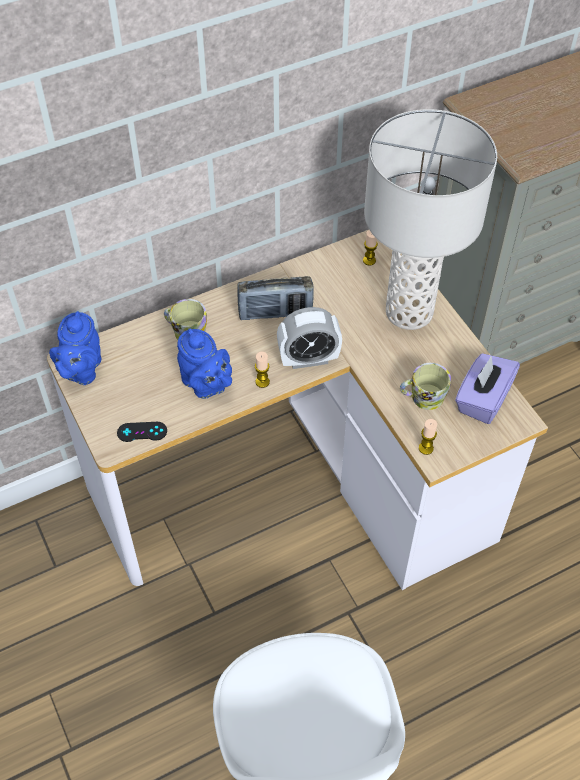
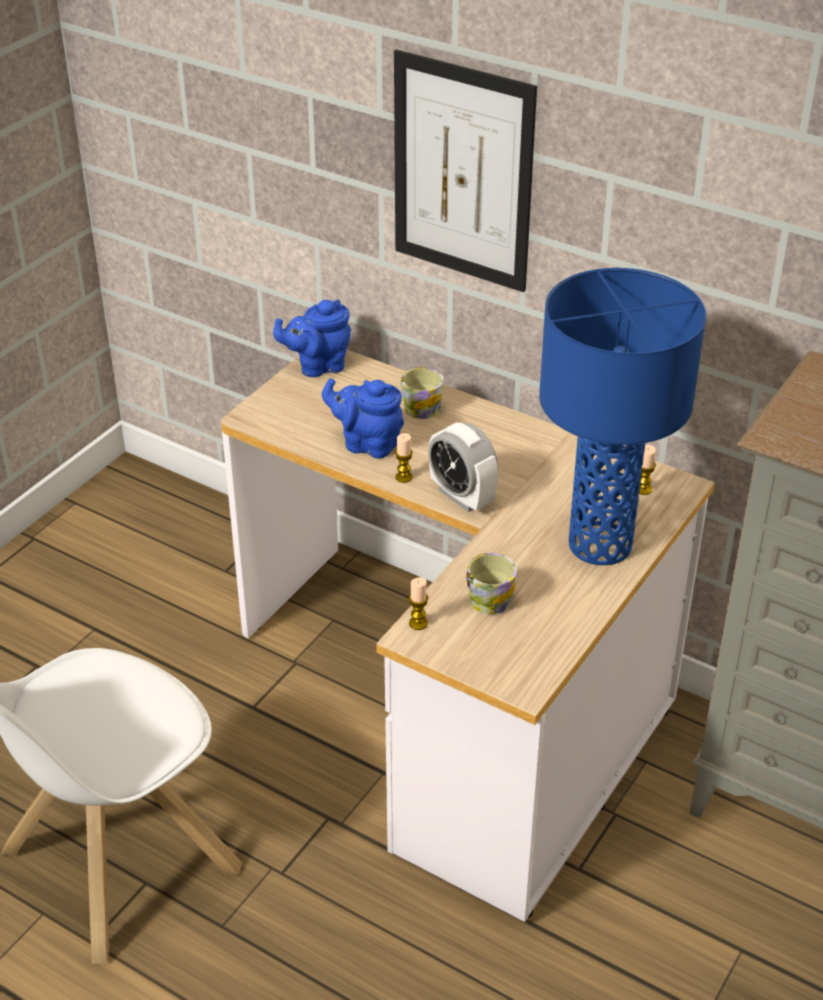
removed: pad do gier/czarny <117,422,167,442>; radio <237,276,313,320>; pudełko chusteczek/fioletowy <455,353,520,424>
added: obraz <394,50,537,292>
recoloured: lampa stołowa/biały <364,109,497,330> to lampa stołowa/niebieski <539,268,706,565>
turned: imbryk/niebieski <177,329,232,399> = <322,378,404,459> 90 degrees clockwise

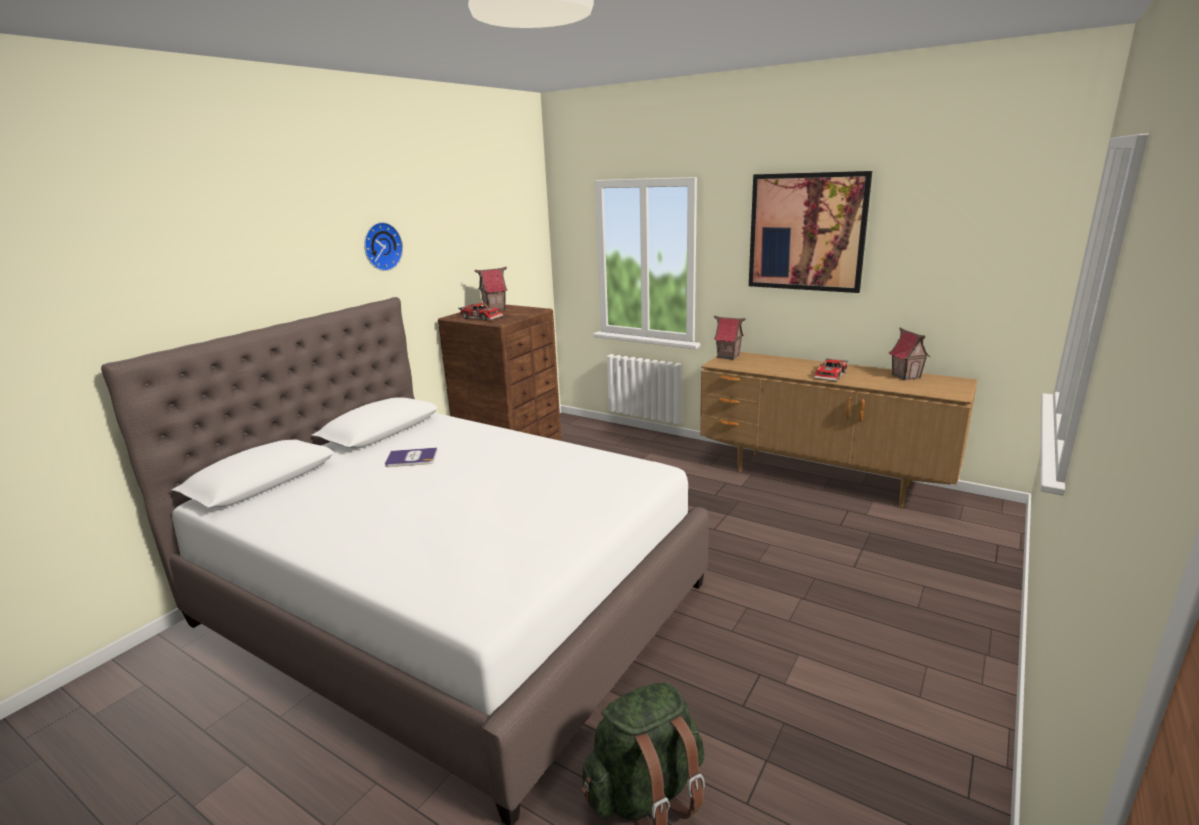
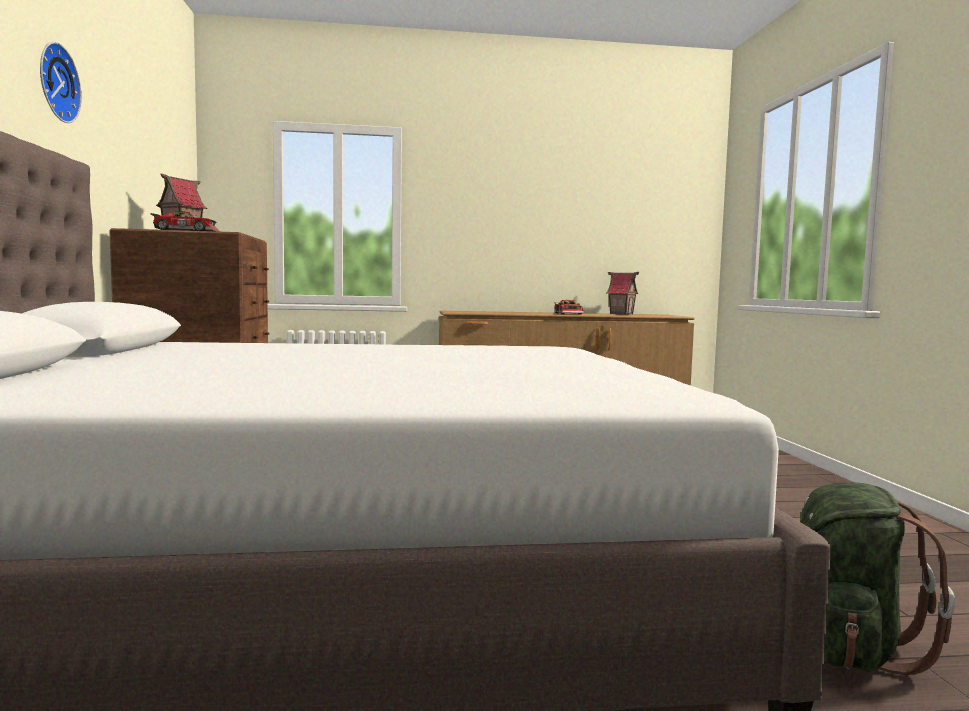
removed: książka <385,448,437,467>; domek <714,316,746,360>; obraz <749,171,872,293>

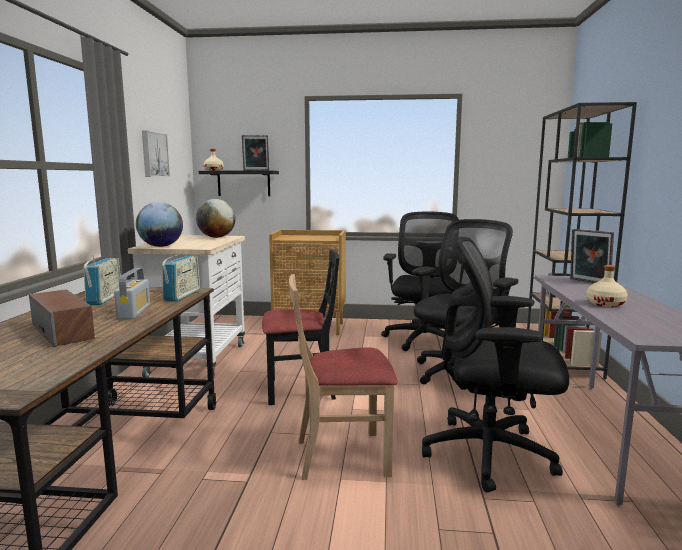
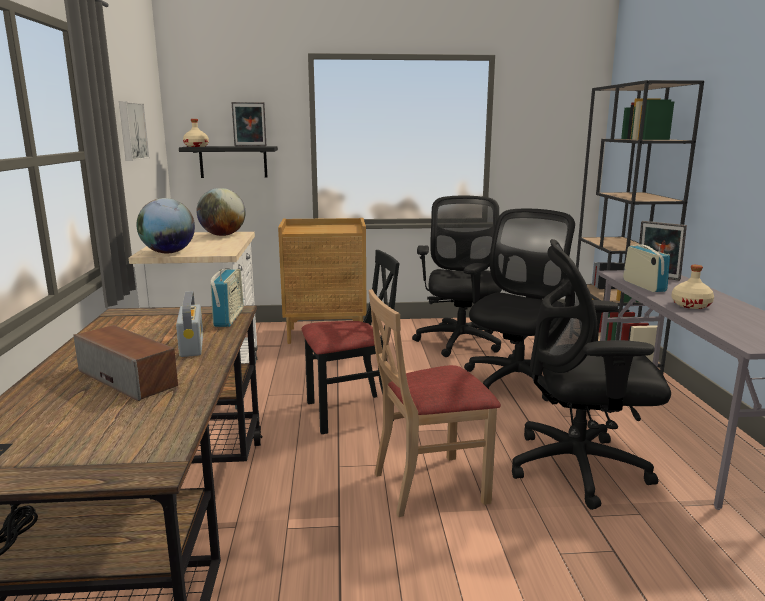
moved: radio <84,255,121,305> to <623,244,670,292>

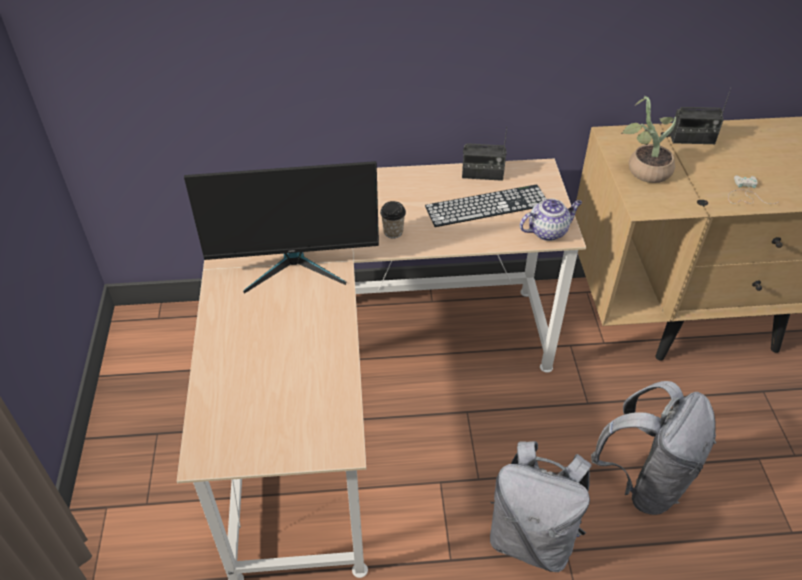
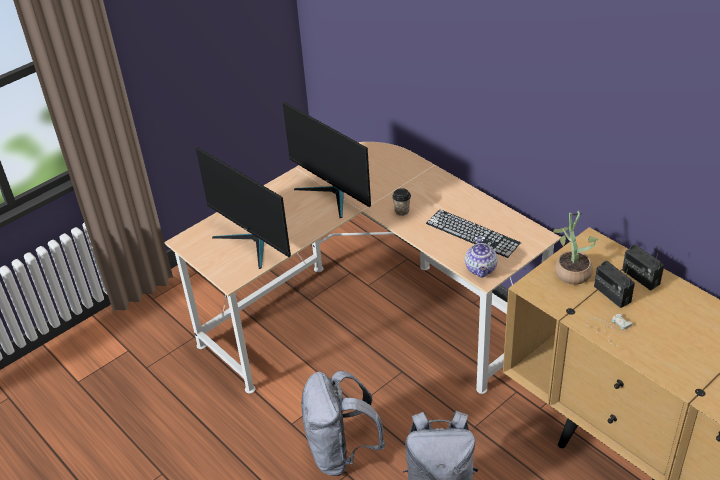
added: monitor <196,147,291,269>
moved: radio <462,127,507,181> to <594,261,635,308>
turned: imbryk <520,198,582,241> = <465,236,498,278> 60 degrees clockwise

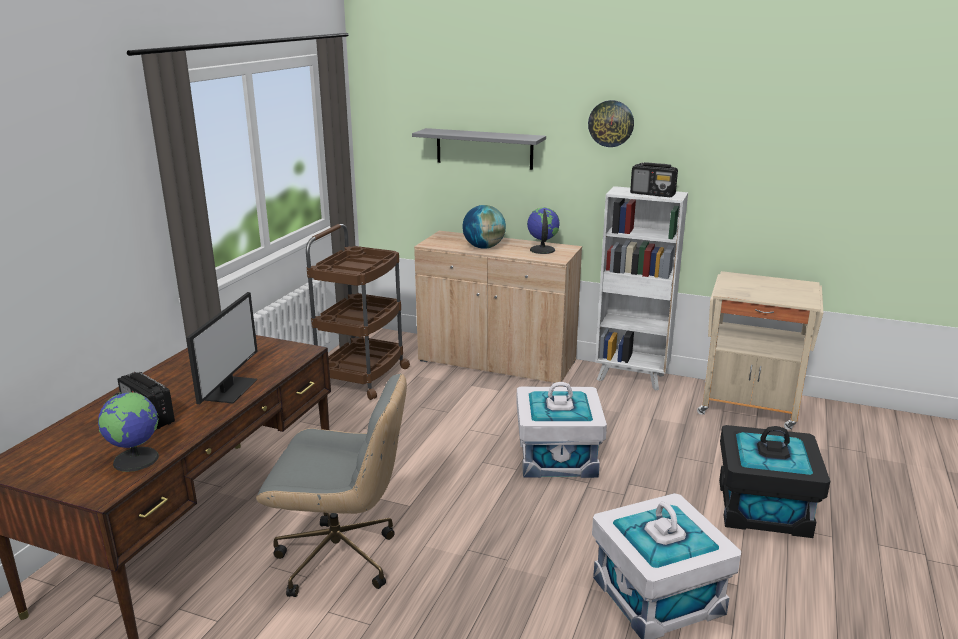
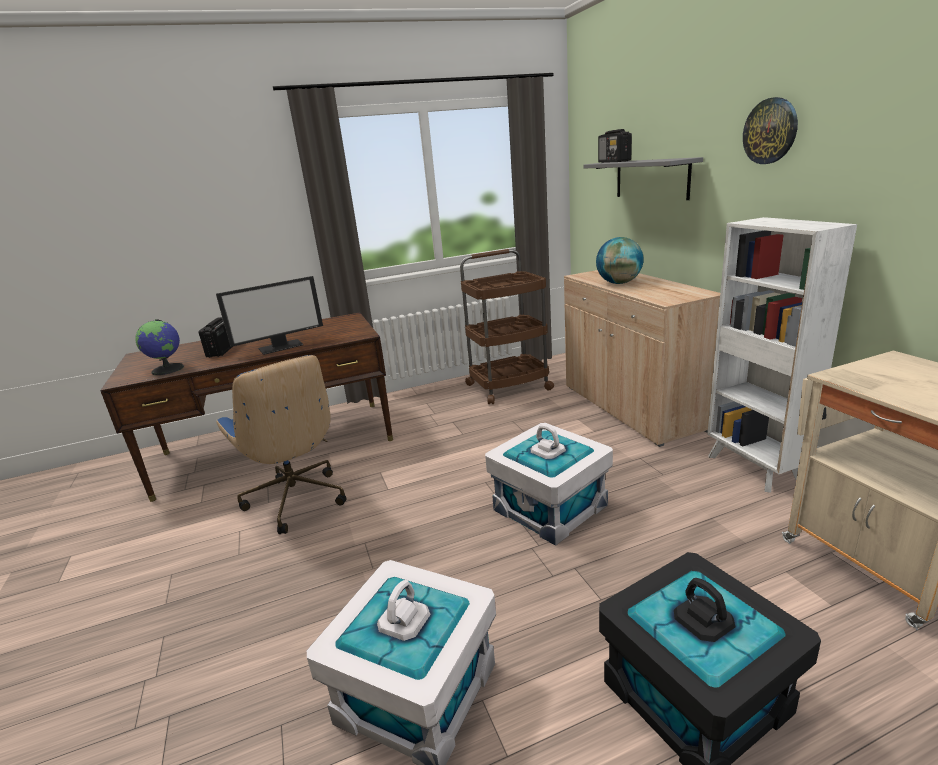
removed: globus <527,207,560,254>
moved: radio <630,162,678,197> to <598,129,632,163>
recoloured: krzesło biurowe/szary <256,373,407,597> to krzesło biurowe/niebieski <216,355,347,534>

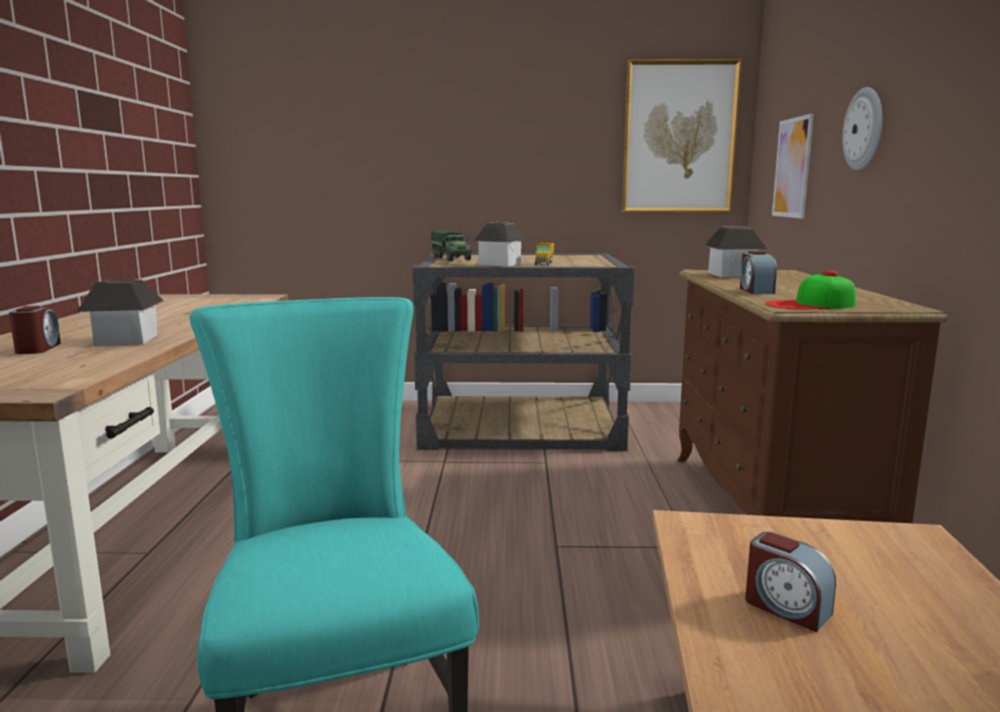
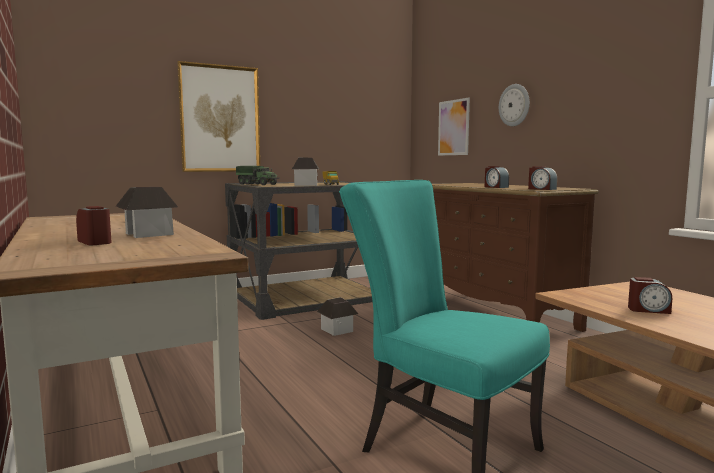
moved: obraz <622,59,742,212> to <177,61,260,172>; domek <704,226,767,278> to <317,297,358,336>
replaced: czapka z daszkiem <765,270,856,309> to budzik <528,166,557,190>

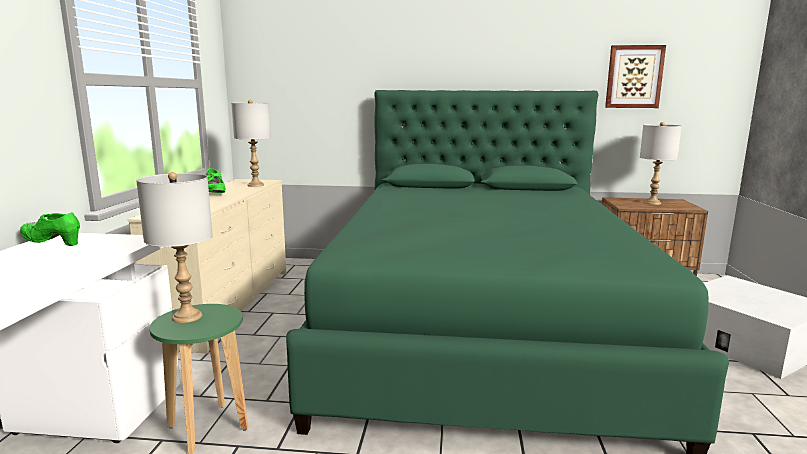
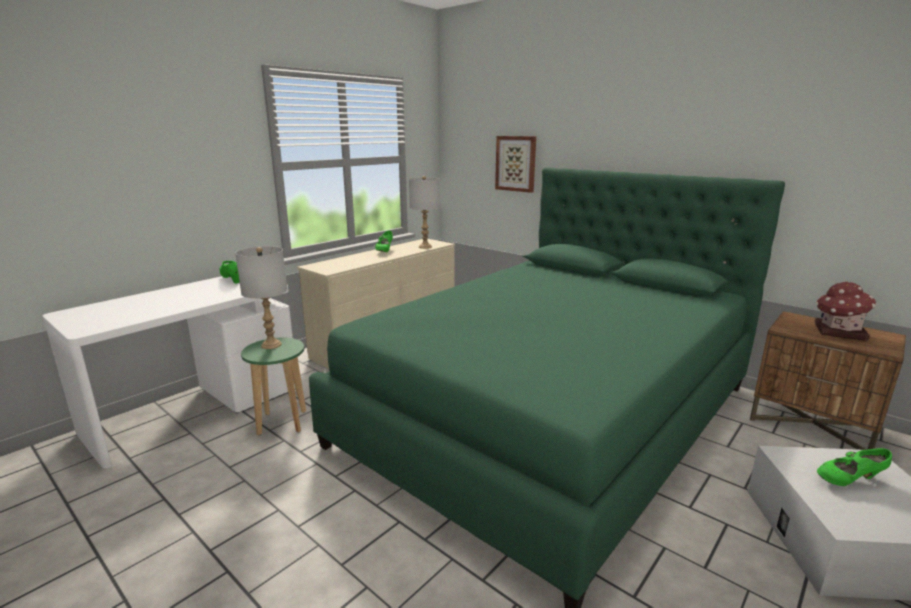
added: but/zielony <817,448,892,486>
moved: obraz <605,45,666,108> to <495,136,536,193>
replaced: lampa stołowa/szary <640,122,682,205> to domek <814,281,876,341>

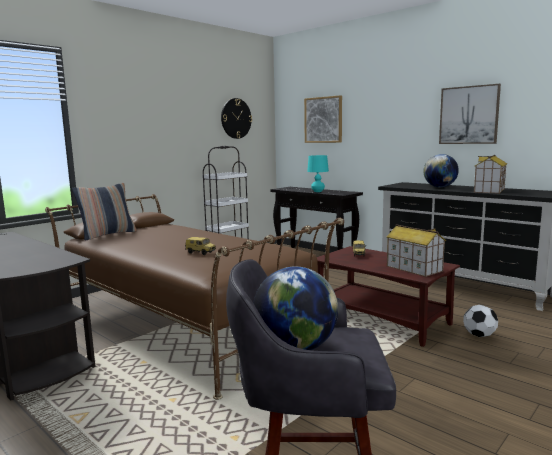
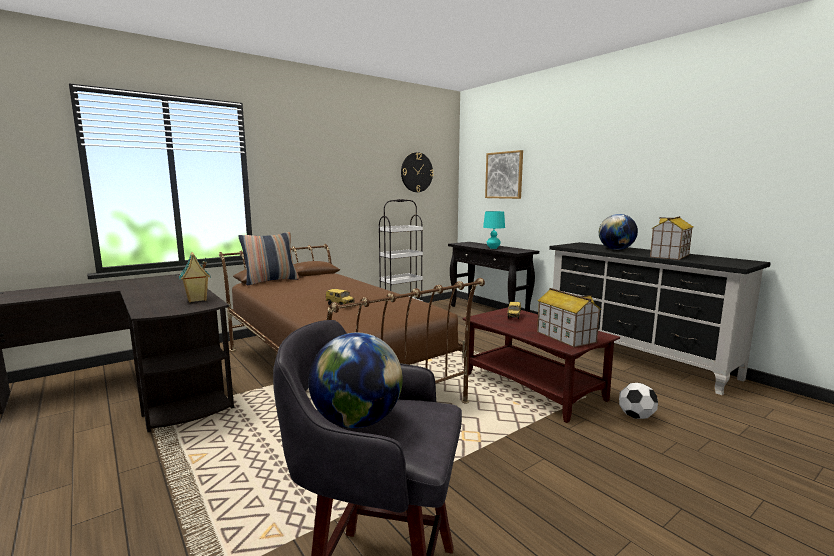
removed: obraz <439,84,501,144>
added: domek <179,252,211,302>

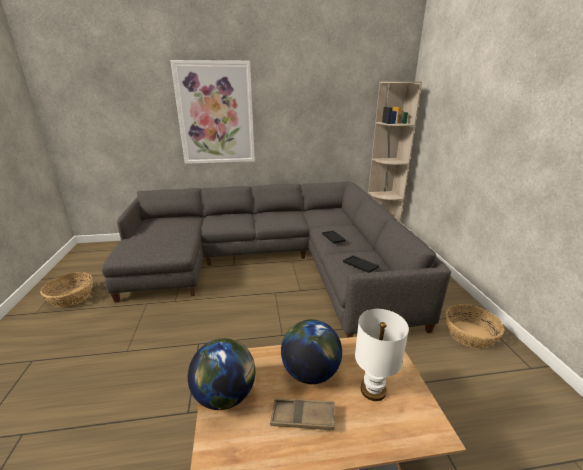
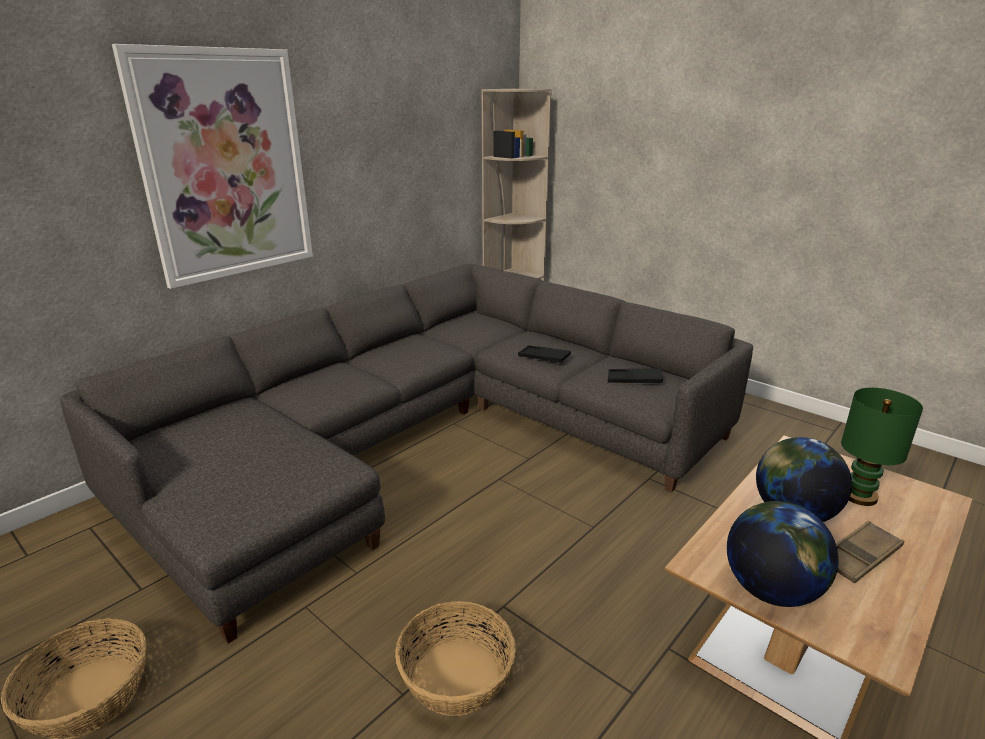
moved: koszyk <445,304,504,349> to <395,601,516,716>
recoloured: lampa stołowa/biały <355,309,409,401> to lampa stołowa/zielony <841,388,923,506>

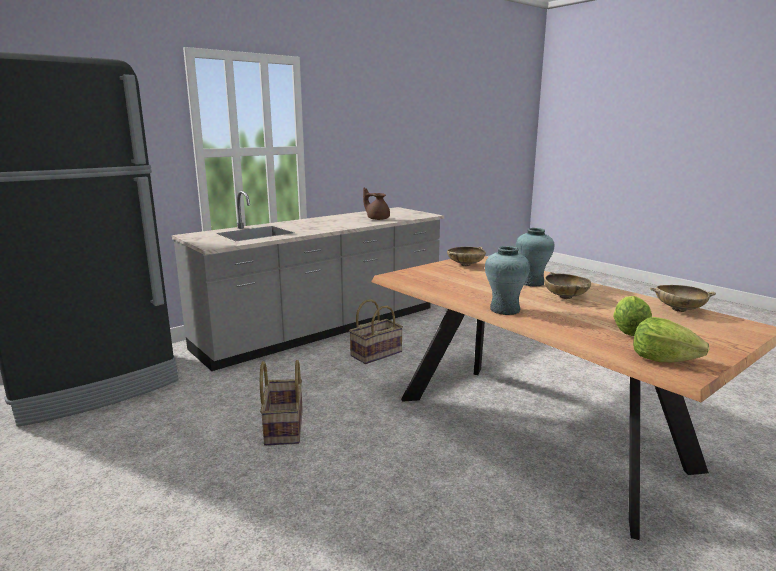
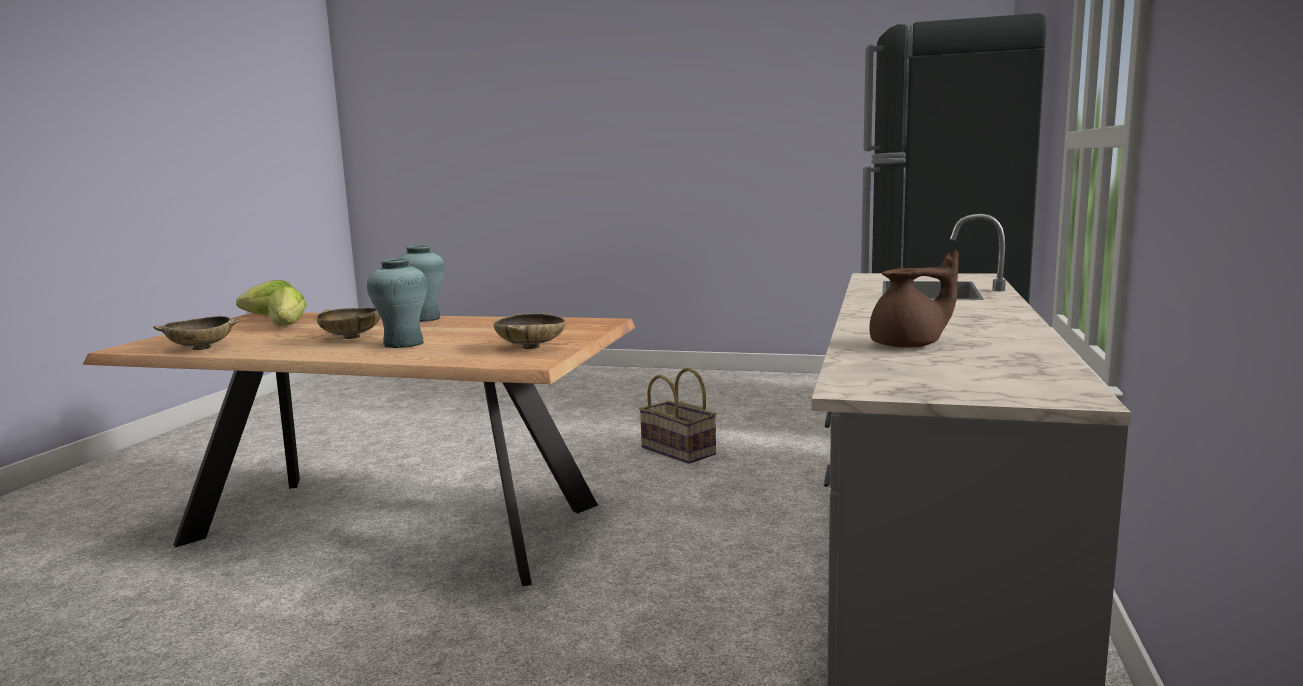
removed: koszyk <349,299,403,364>

